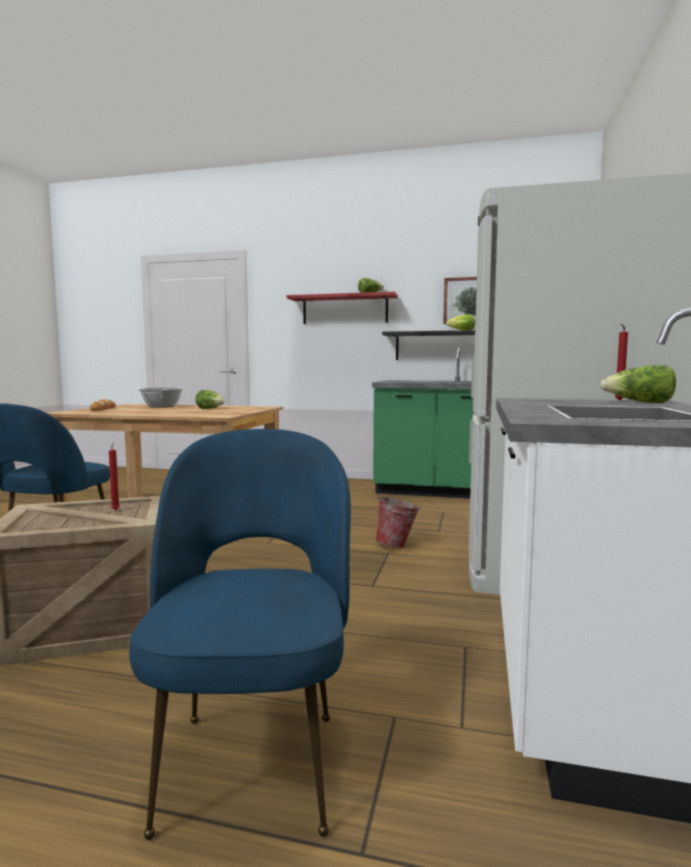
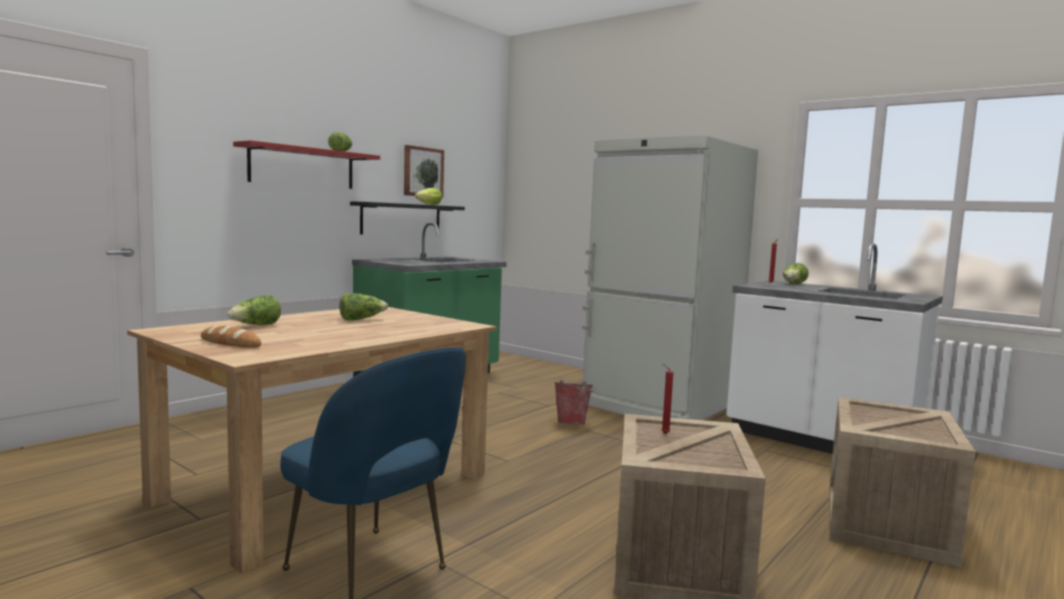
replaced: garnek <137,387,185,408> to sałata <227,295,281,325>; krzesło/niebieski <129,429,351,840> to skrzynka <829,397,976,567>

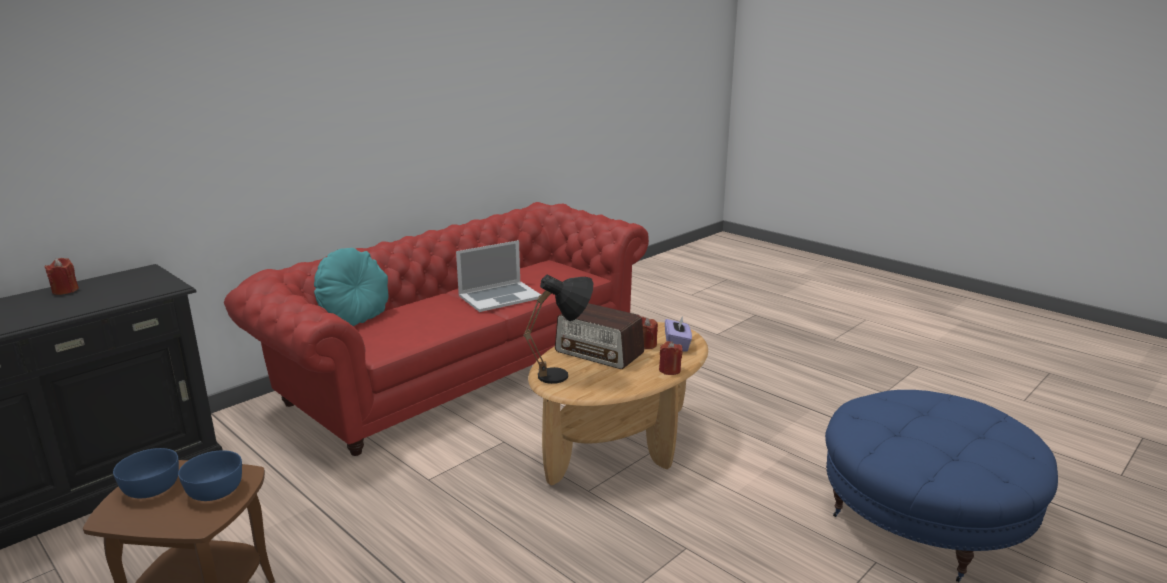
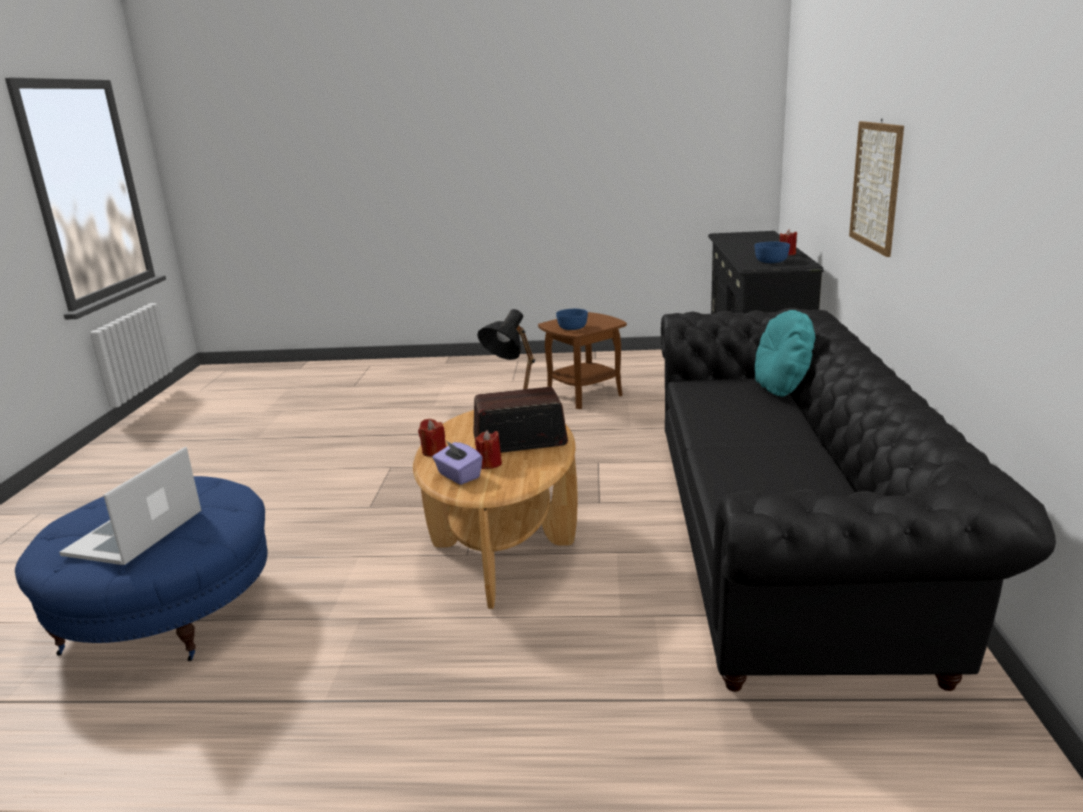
added: obraz <849,119,904,257>
moved: laptop <456,240,541,312> to <59,447,201,565>; miska/niebieski <113,448,179,498> to <755,242,790,263>
recoloured: kanapa/czerwony <224,202,649,456> to kanapa/czarny <661,308,1056,692>

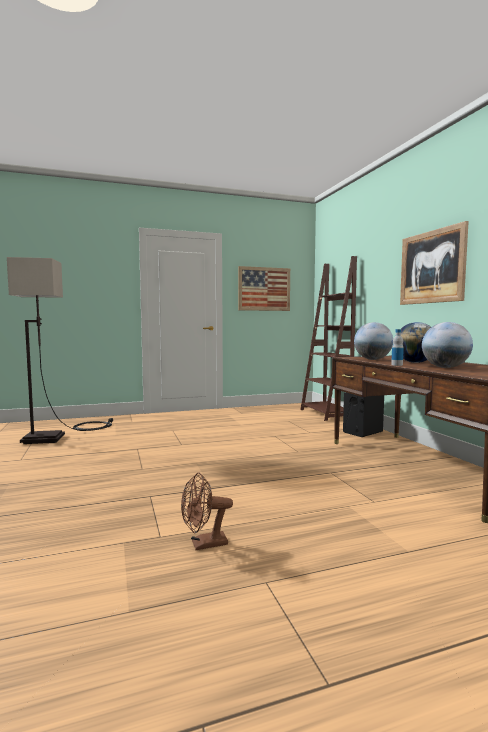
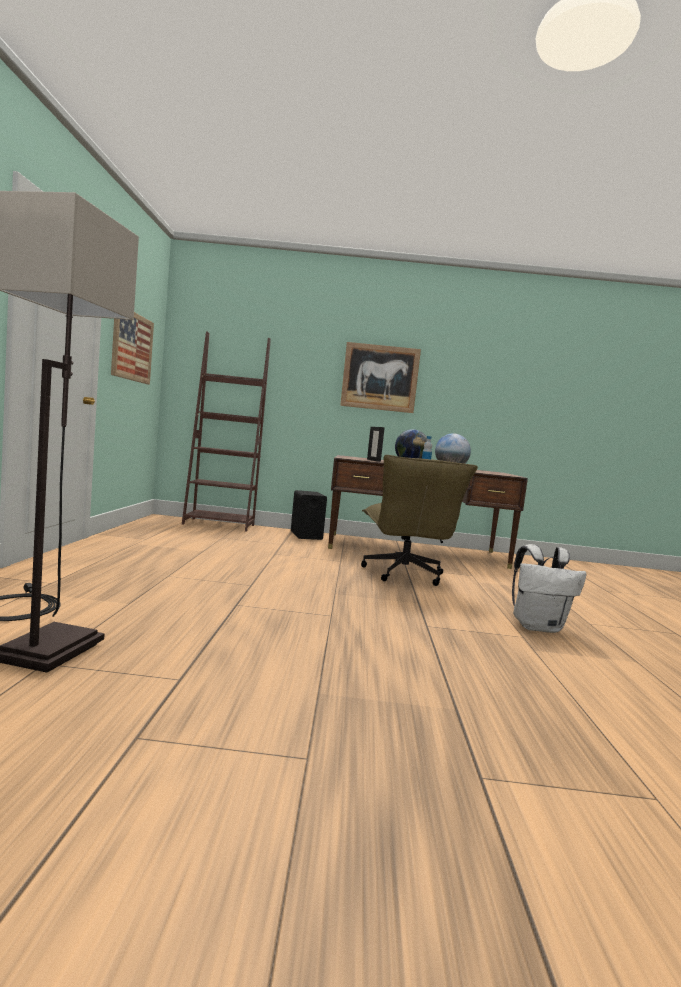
added: krzesło biurowe/beżowy <361,455,478,586>
replaced: globus <354,322,393,360> to ramka na zdjęcie <367,427,385,462>; wentylator/brązowy <181,472,233,550> to plecak/biały <512,544,586,633>

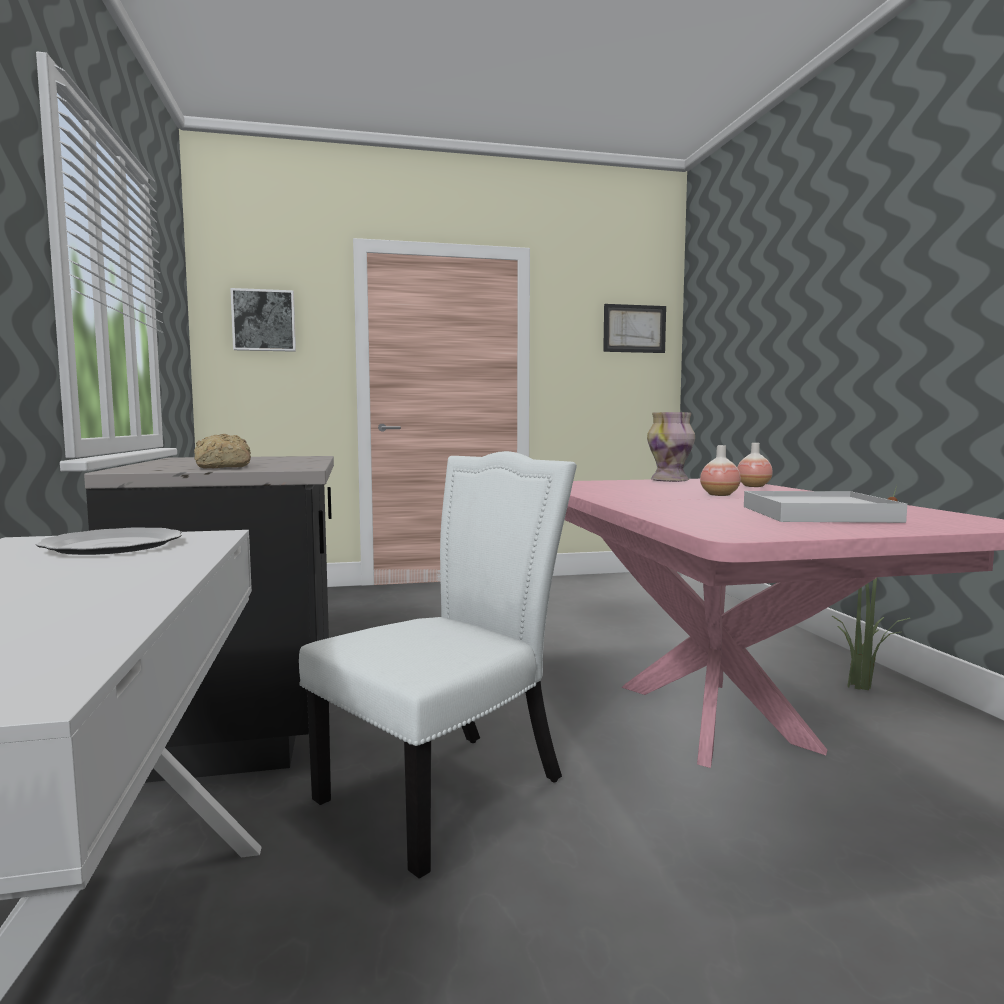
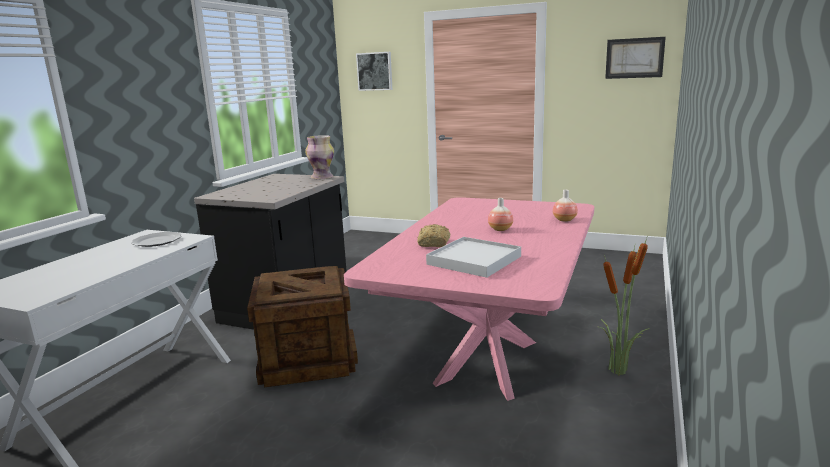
moved: wazon <647,412,695,482> to <305,135,334,179>; chleb <194,434,251,469> to <417,224,450,247>
replaced: krzesło/biały <299,451,577,878> to skrzynka <247,266,358,387>

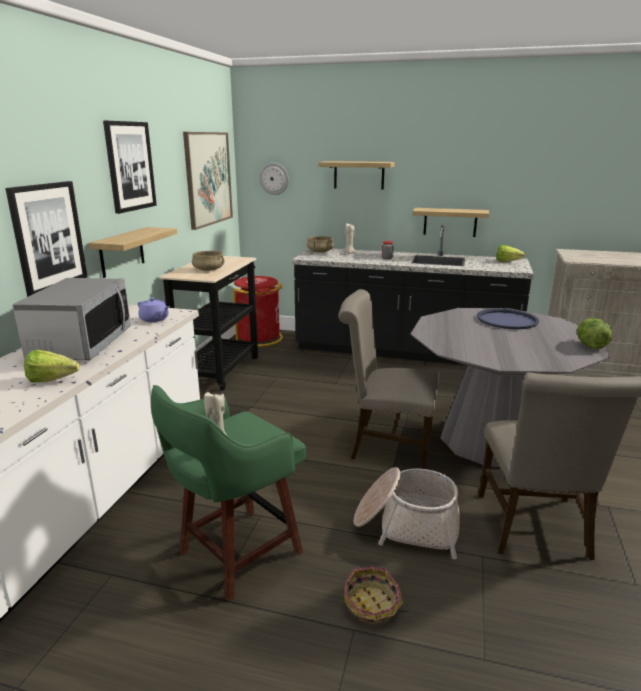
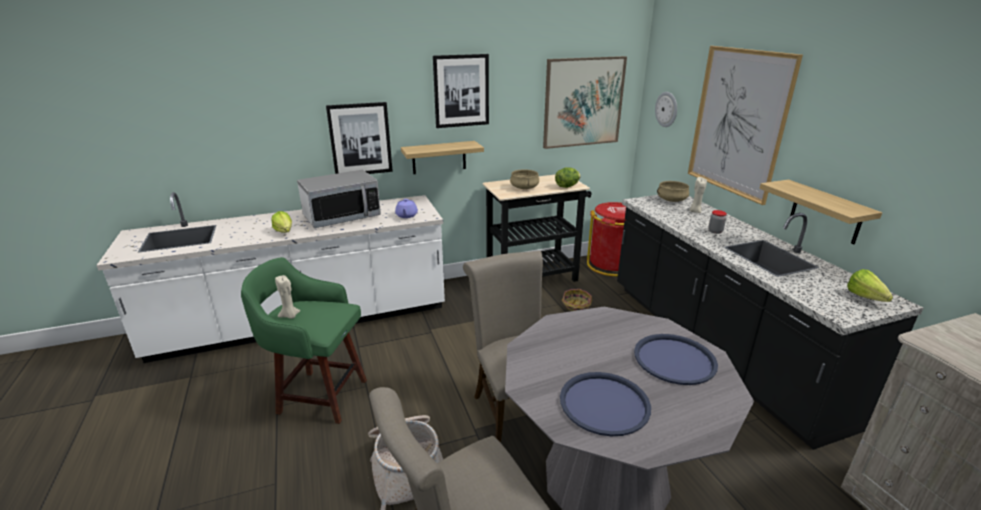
added: taca/niebieski <560,372,651,436>
moved: sałata <577,318,612,349> to <555,168,581,188>; koszyk <345,567,409,624> to <562,289,592,311>
replaced: półka <318,161,395,190> to obraz <688,46,803,205>

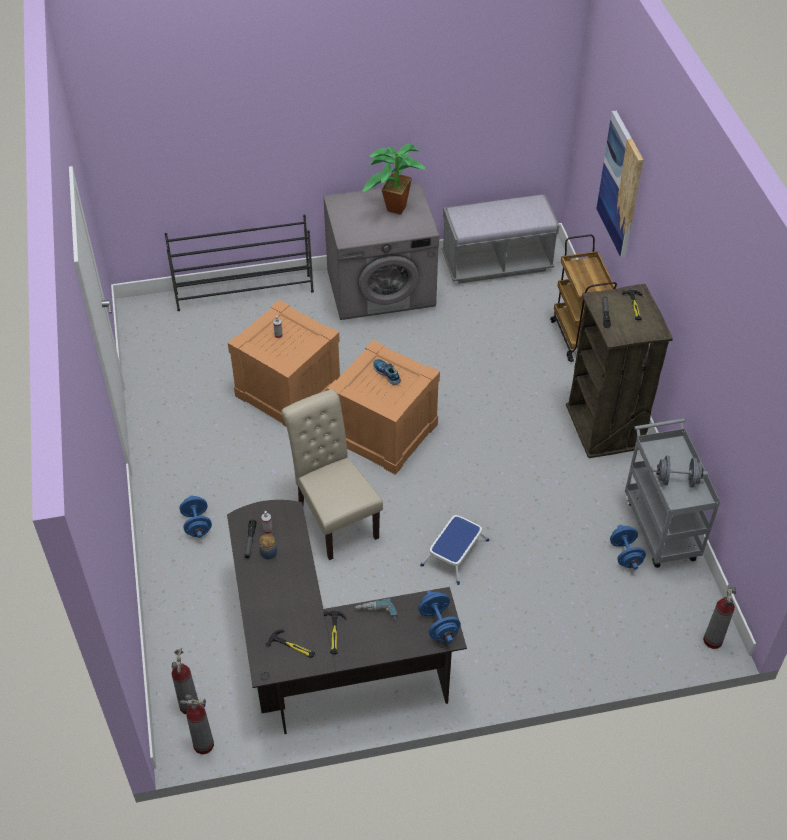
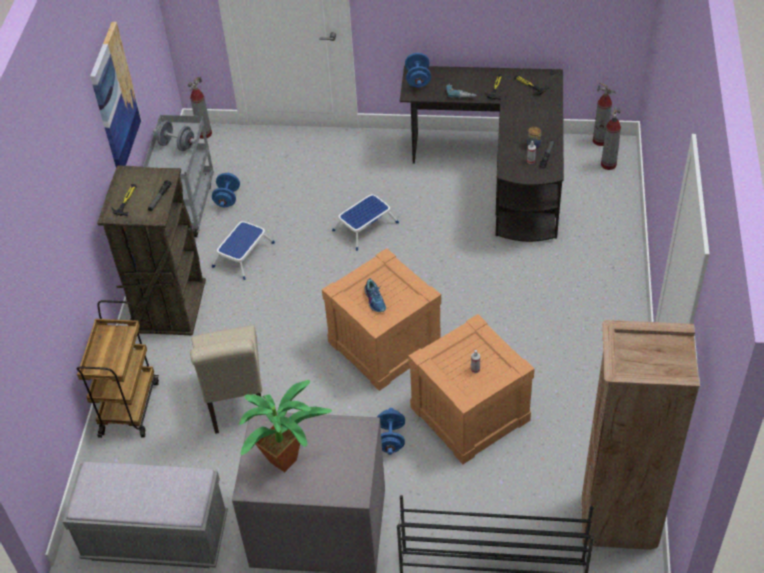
added: drabinka/niebieski <212,221,275,280>; szafka/brązowy <582,320,700,550>
moved: obraz <596,111,644,258> to <90,22,141,167>; krzesło/beżowy <281,389,383,560> to <190,325,262,434>; hantel/niebieski <180,495,212,538> to <377,408,405,455>

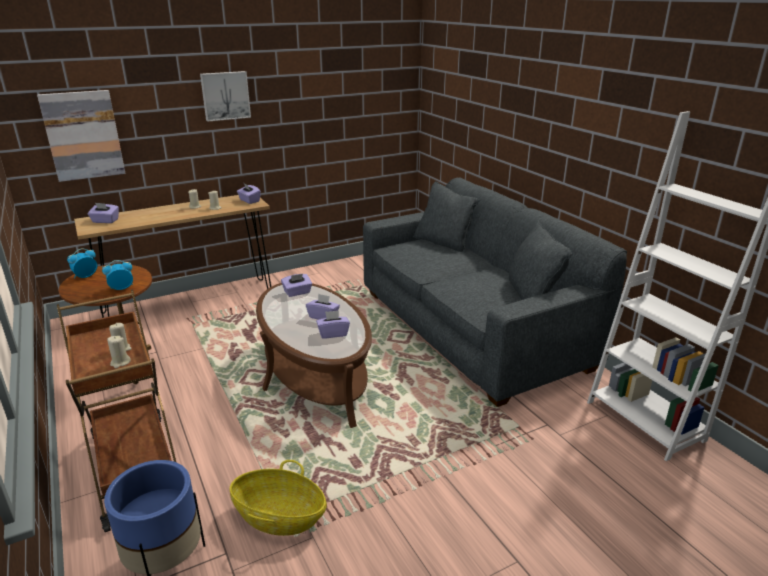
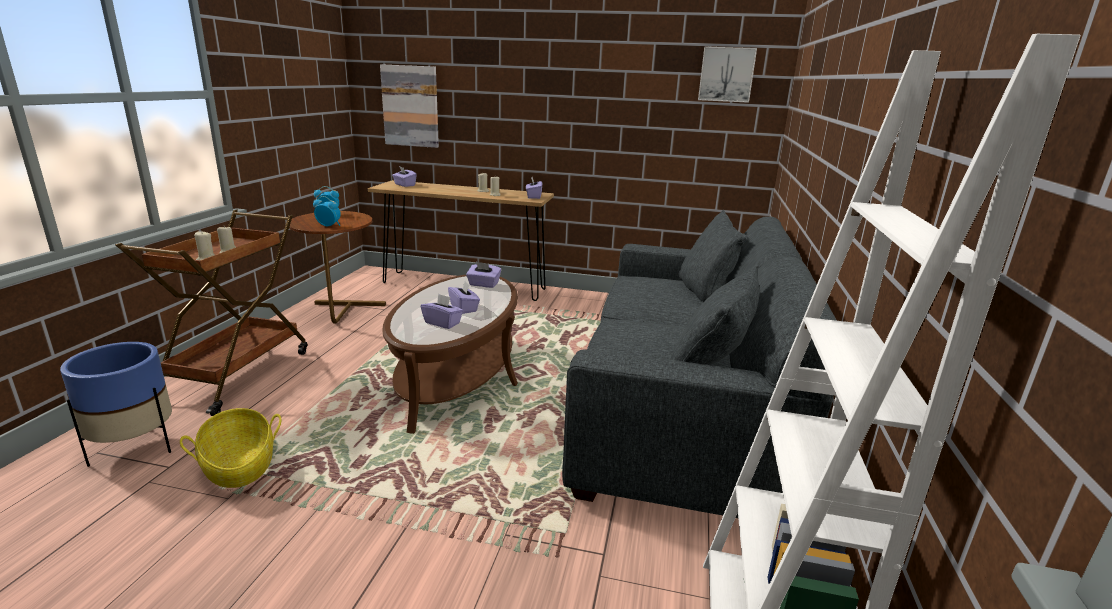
moved: obraz <200,71,251,122> to <698,47,757,103>

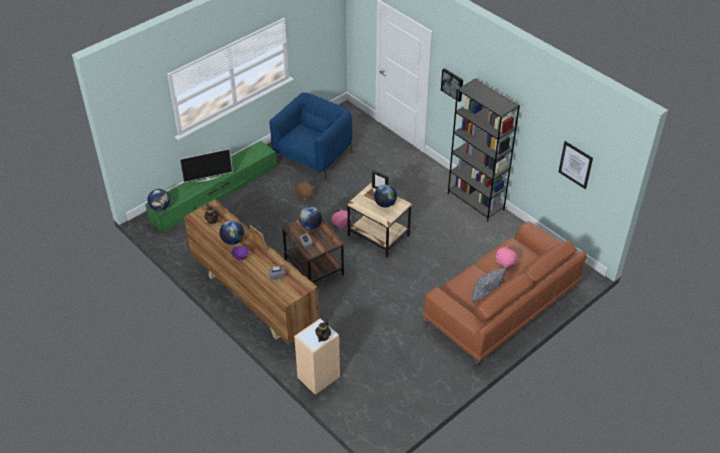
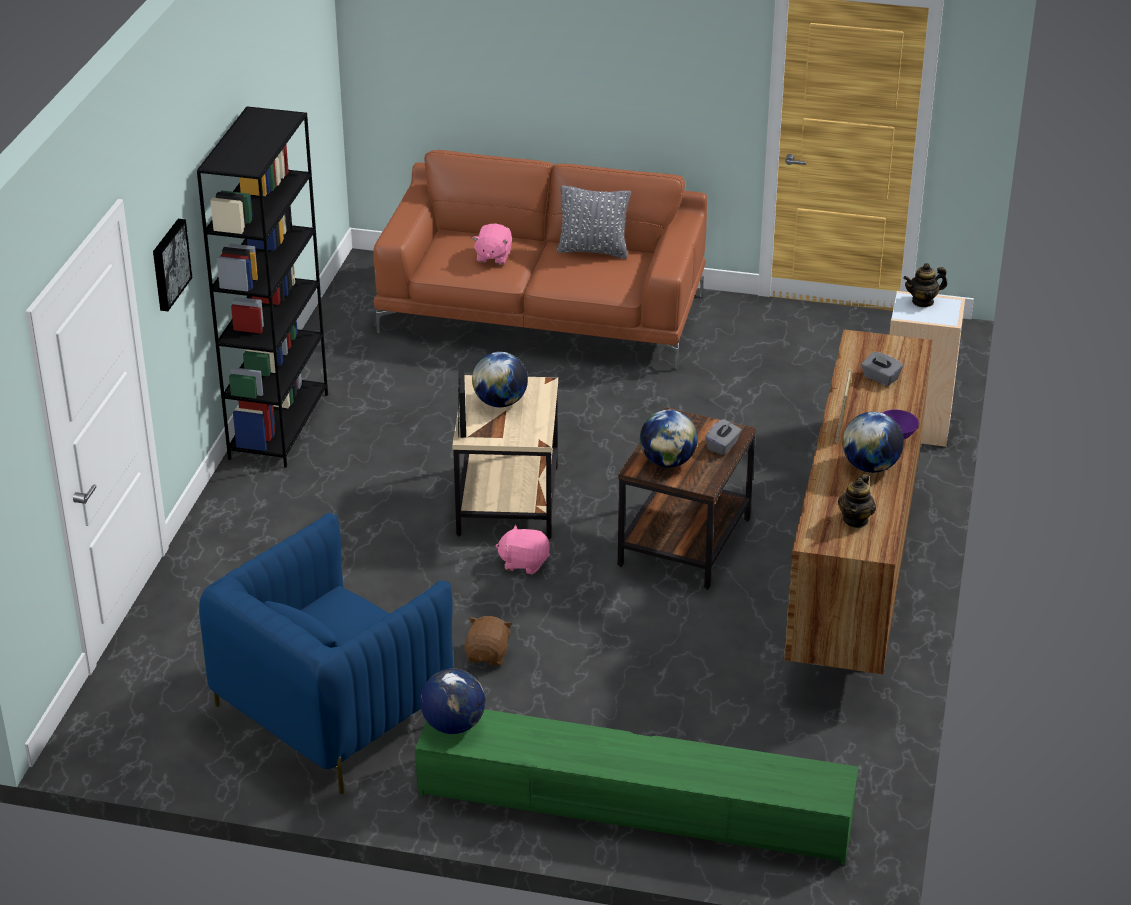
removed: telewizor <179,149,233,183>; obraz <559,141,593,189>
moved: globus <147,189,170,211> to <420,669,485,734>
turned: fotel/niebieski <269,92,352,180> = <199,513,453,794> 45 degrees counterclockwise

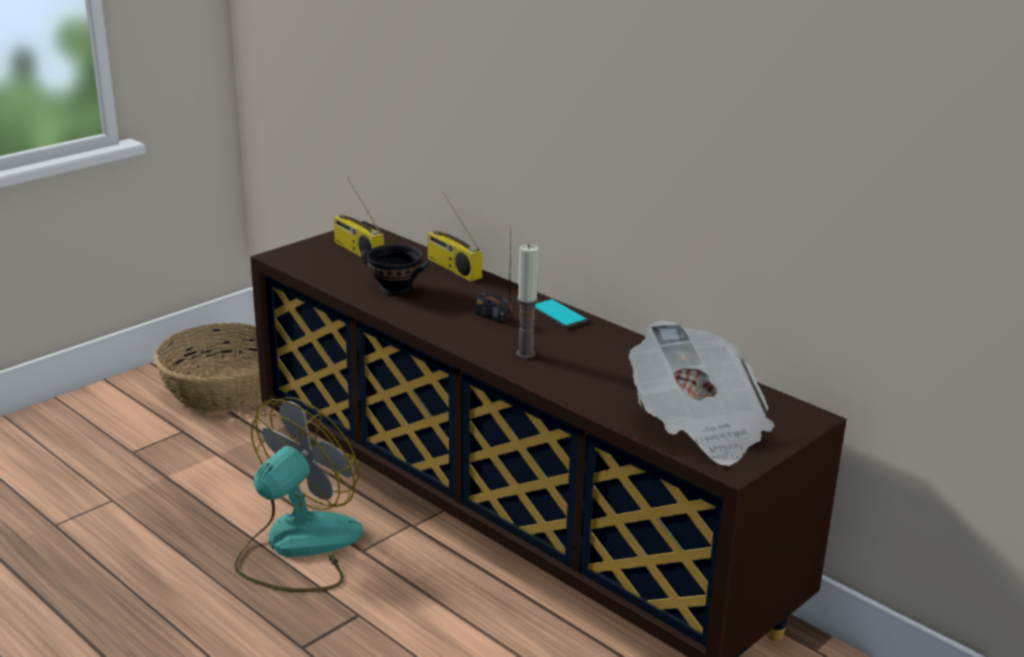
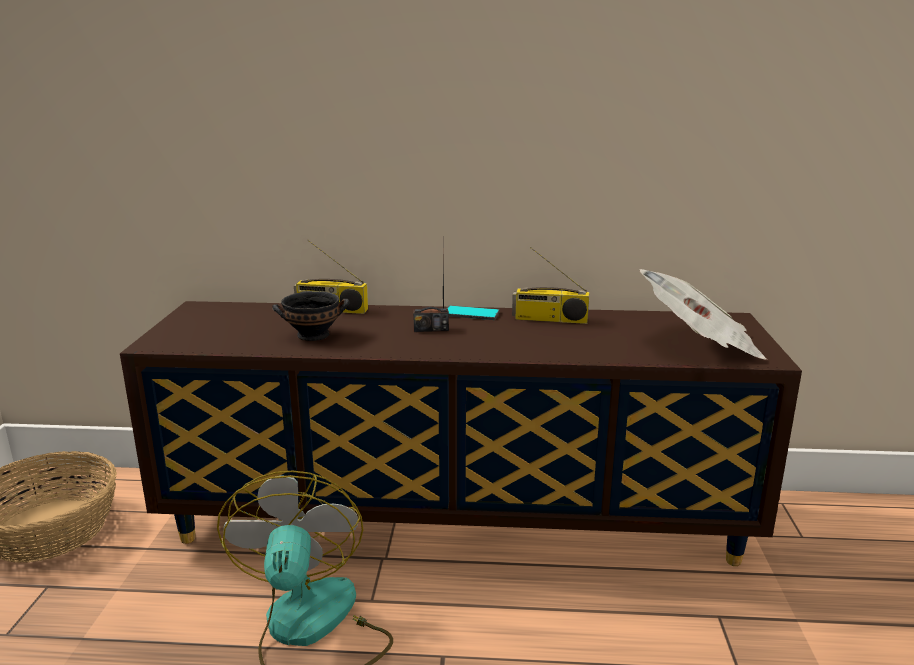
removed: świeca <516,244,539,358>
moved: radio <334,177,384,260> to <512,247,589,324>

